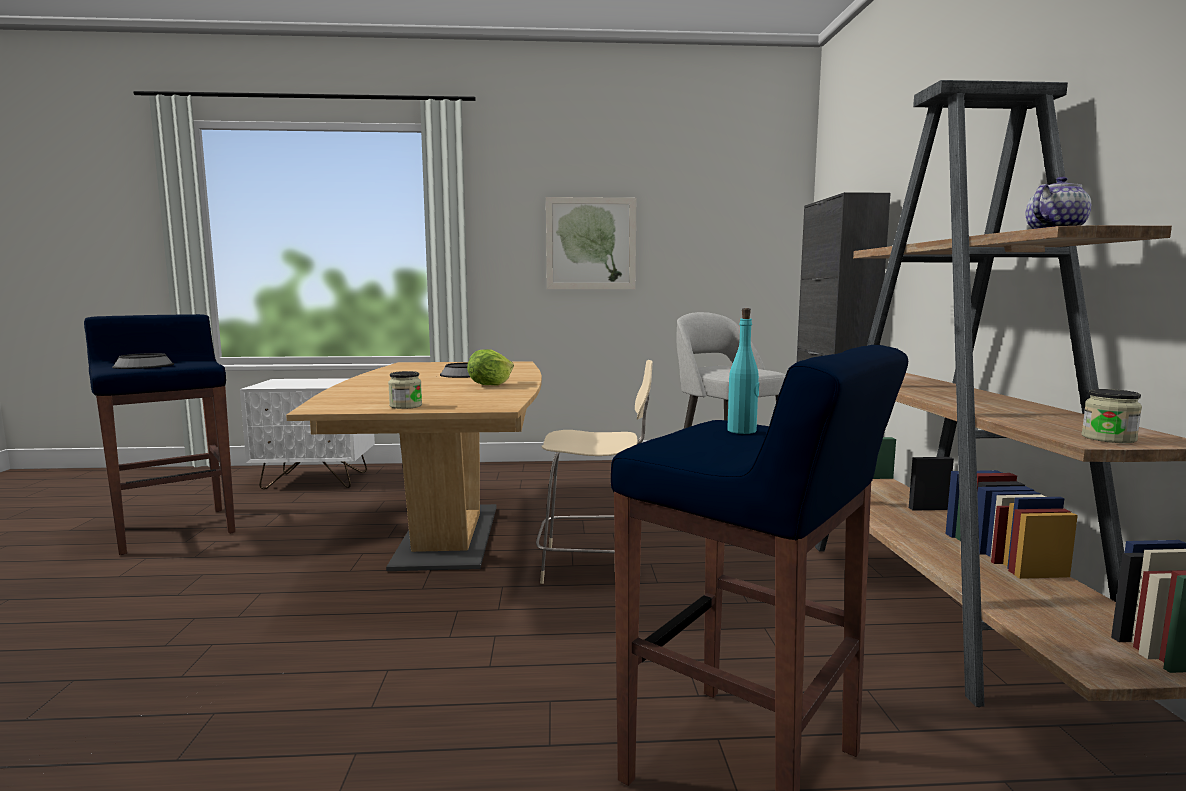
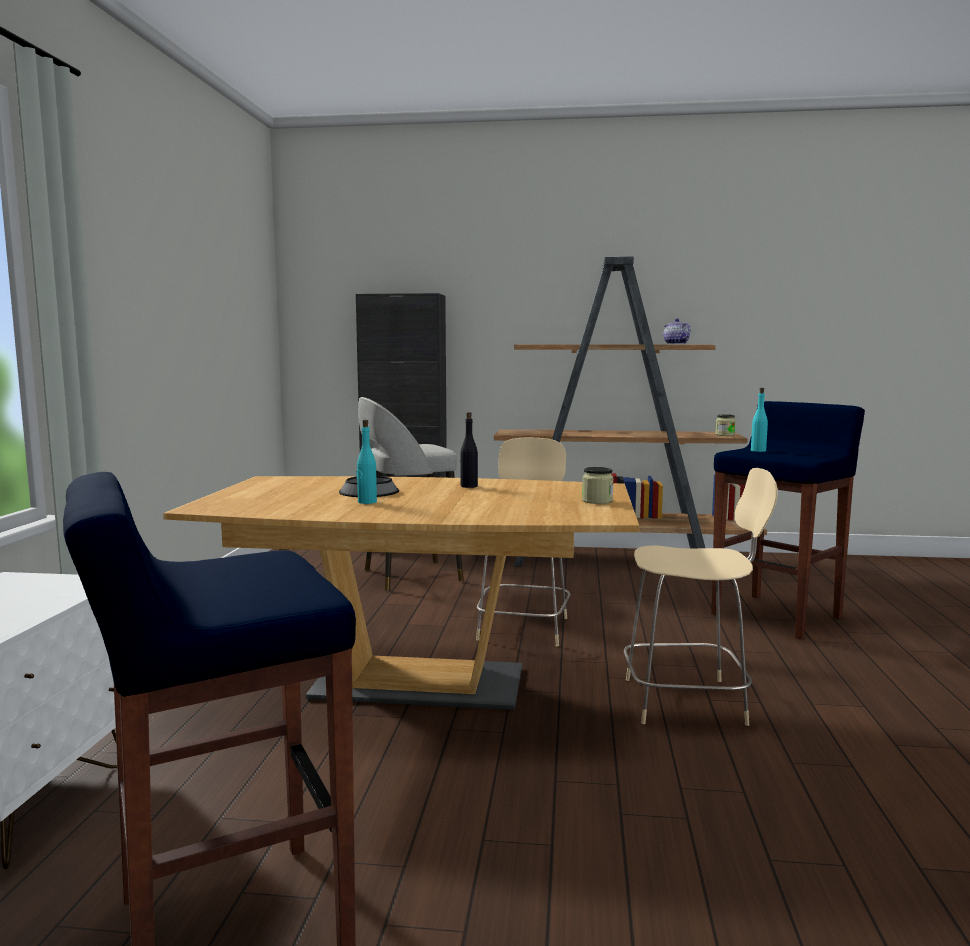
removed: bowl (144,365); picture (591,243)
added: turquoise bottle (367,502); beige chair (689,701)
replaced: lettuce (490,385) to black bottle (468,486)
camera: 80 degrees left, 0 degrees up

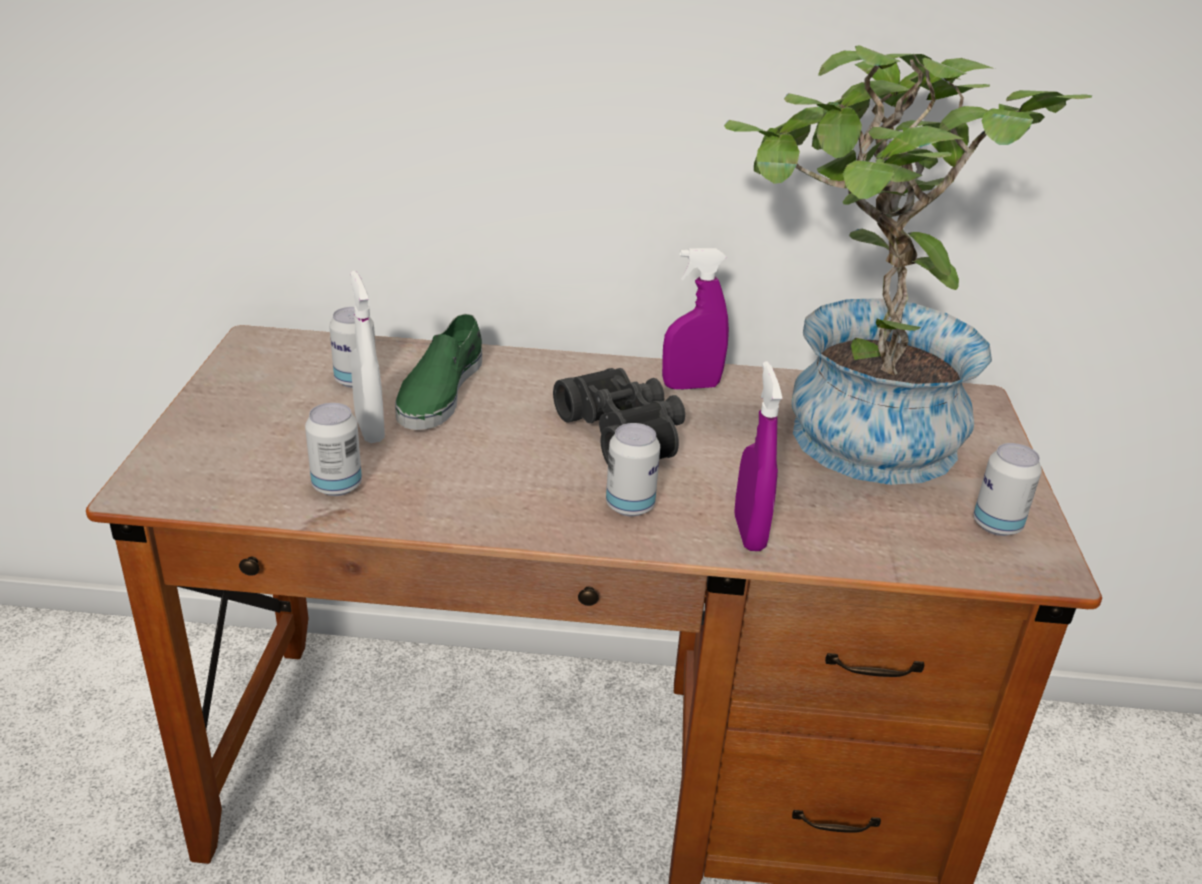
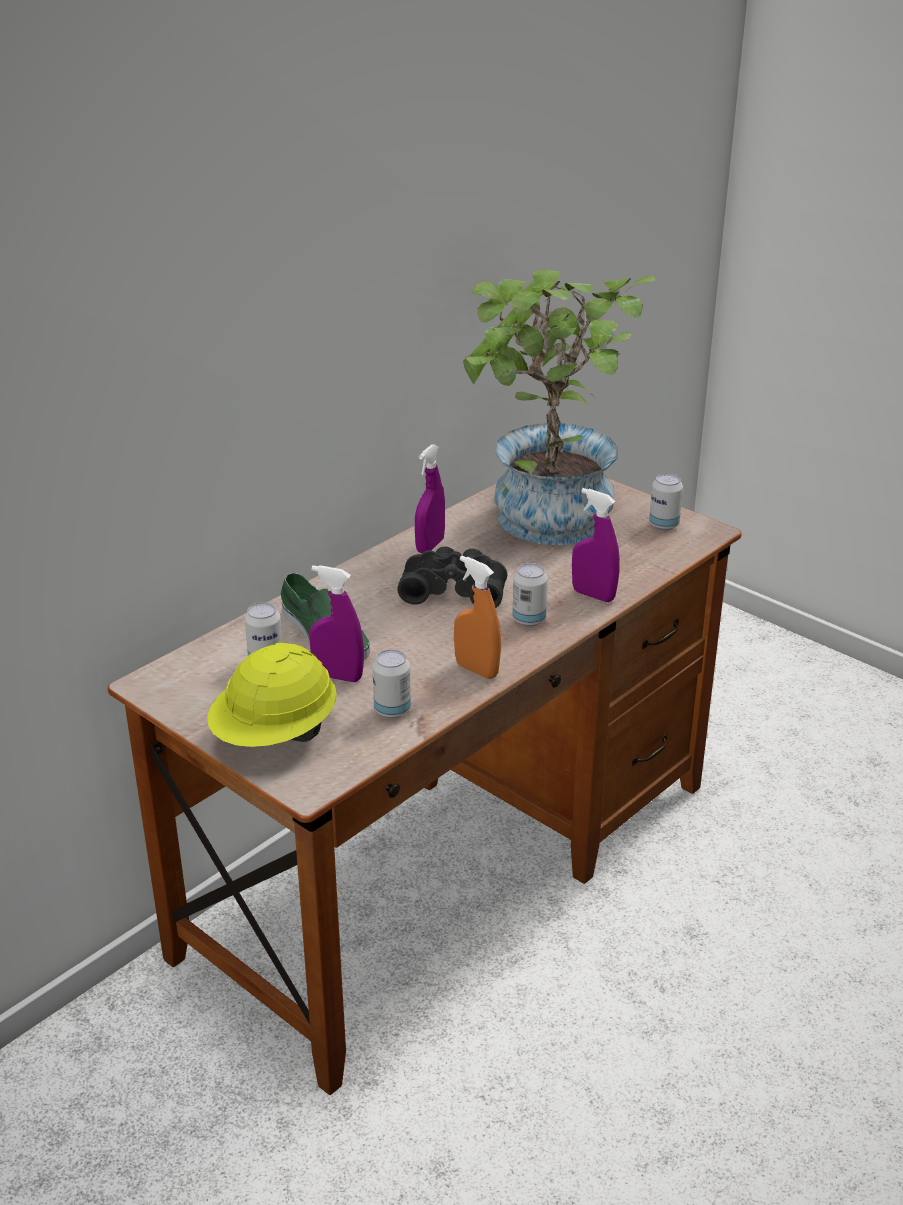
added: yellow hard hat (276,735); orange spray bottle (476,670)
recoloured: white spray bottle (369,429) to purple spray bottle (338,676)
camera: 50 degrees left, 0 degrees up

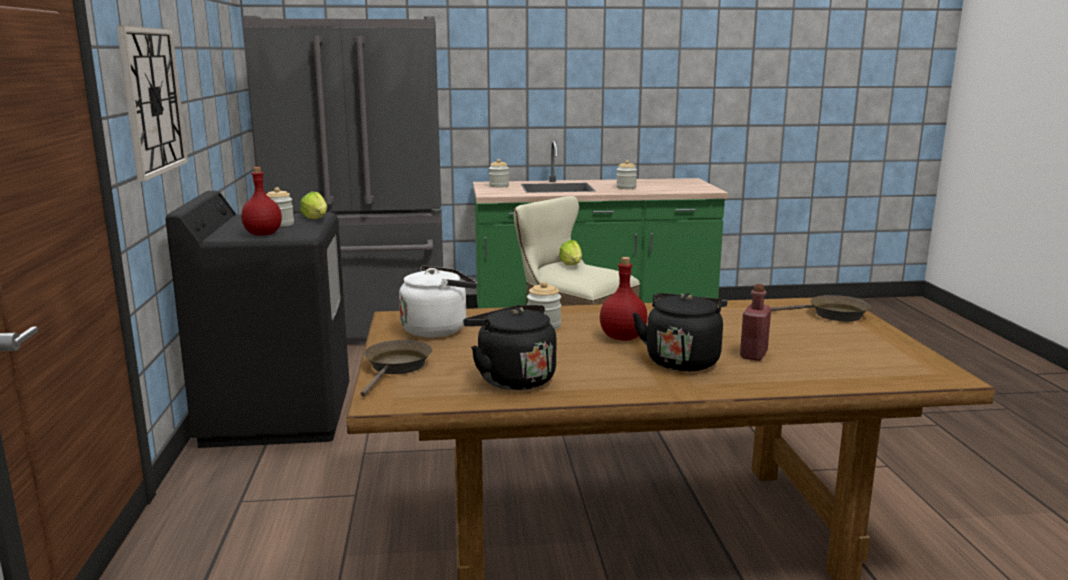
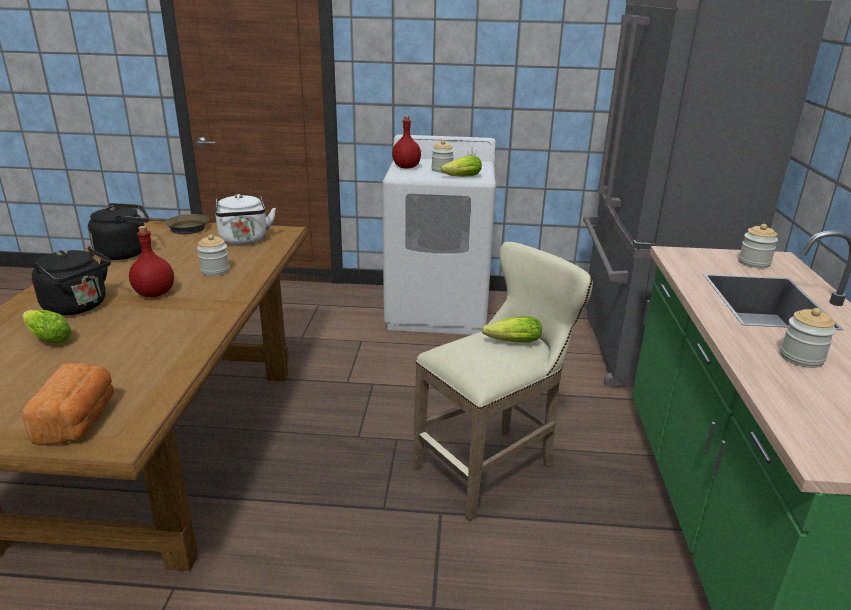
removed: wall clock (152,101)
replaced: red bottle (753,354) to lettuce (47,338); brown frying pan (832,315) to bread (79,421)
recoloured: black washing machine (277,416) to white washing machine (438,310)
camera: 100 degrees right, 10 degrees up

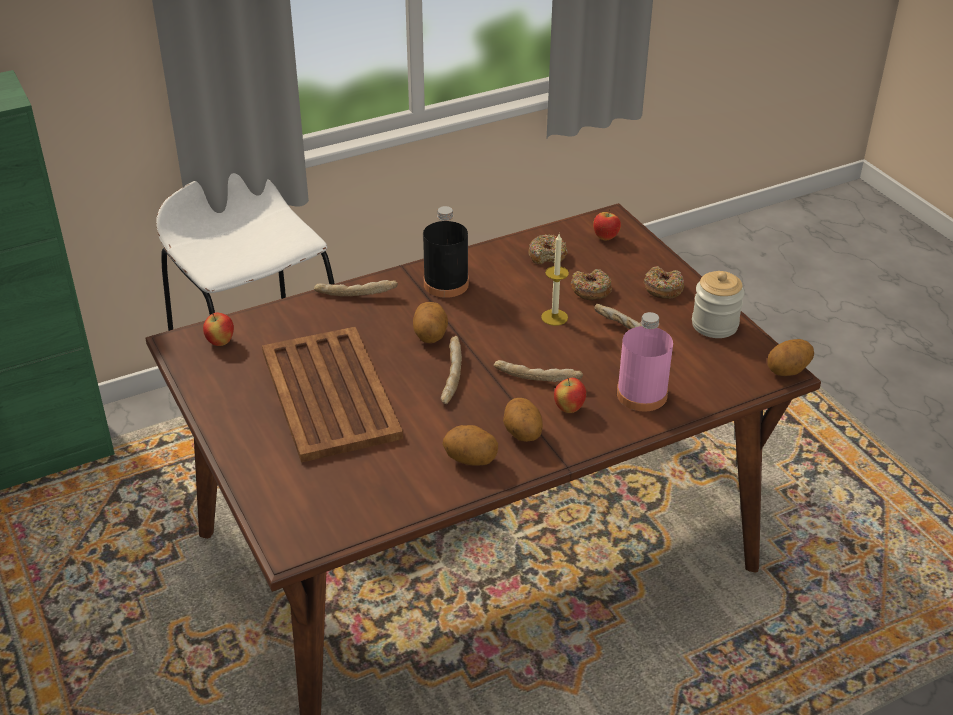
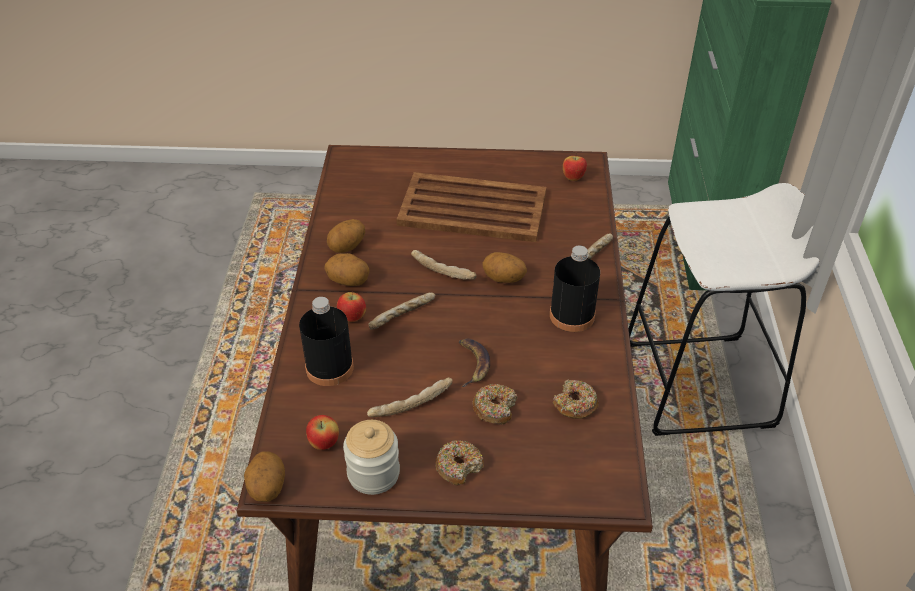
moved: apple (605,238) to (324,443)
replaced: candle (554,317) to banana (472,363)
recoloured: pink bottle (641,394) to black bottle (329,368)
camera: 120 degrees right, 5 degrees up

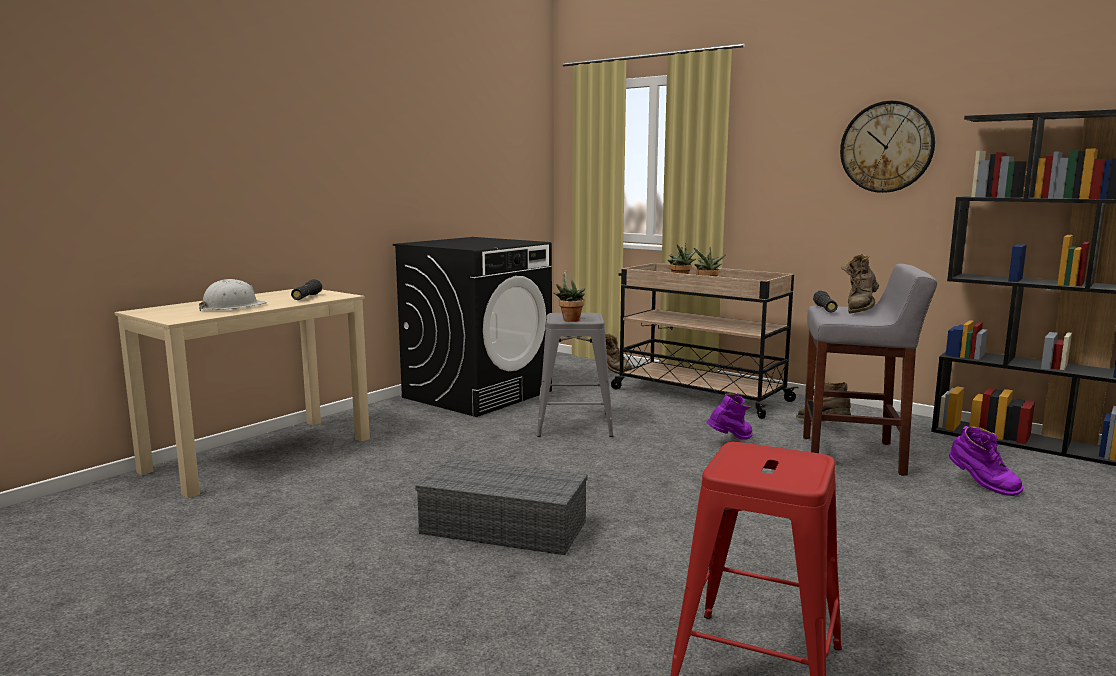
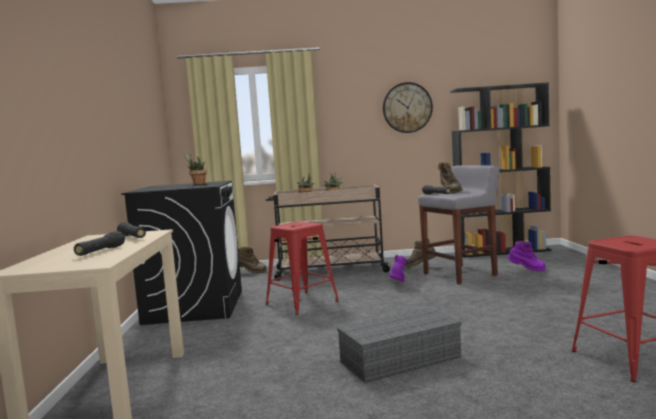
moved: potted plant (569,320) to (197,184)
replaced: white hard hat (232,307) to black flashlight (100,251)
recoloured: grey stool (573,425) to red stool (302,303)
camera: 40 degrees left, 5 degrees down

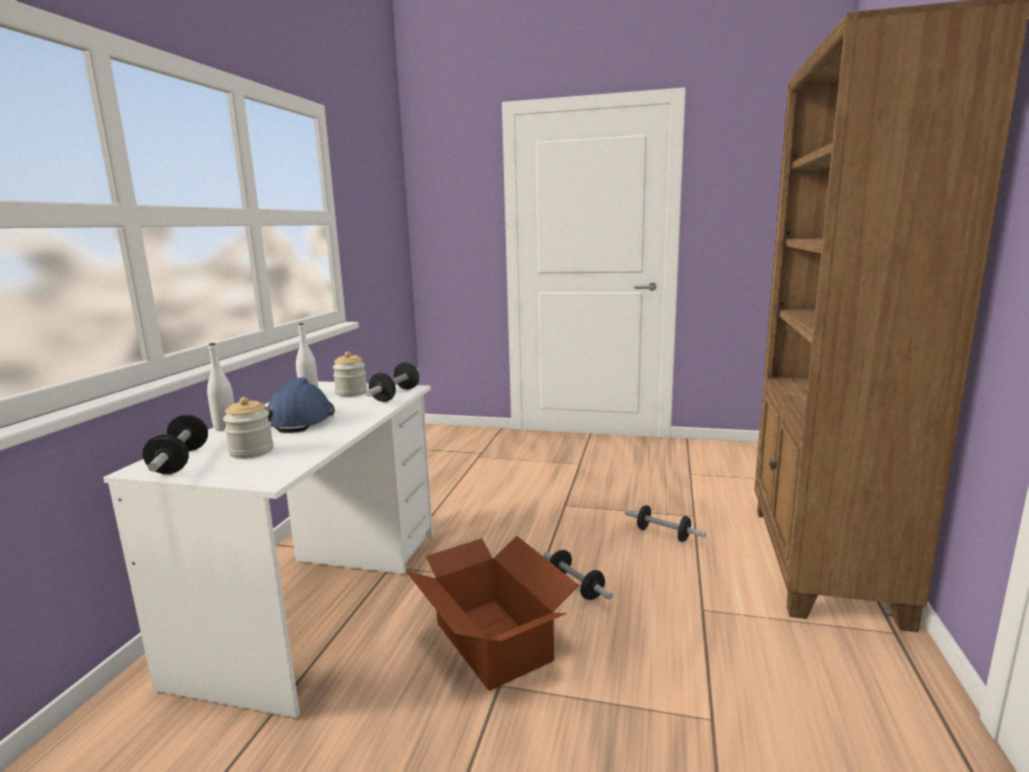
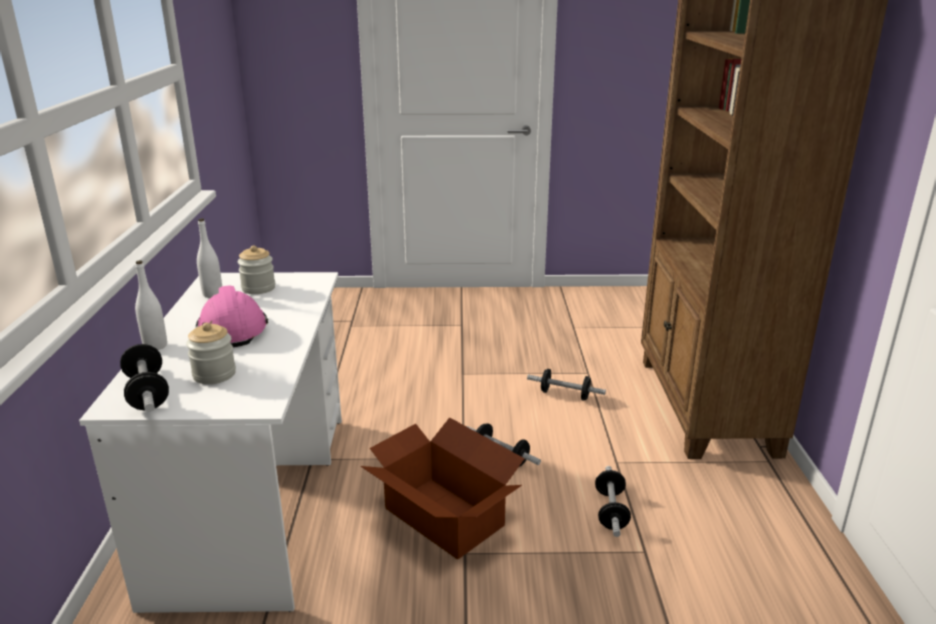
moved: dumbbell (395,395) to (611,511)
recoloured: blue hard hat (301,420) to pink hard hat (232,329)
camera: 15 degrees left, 10 degrees up

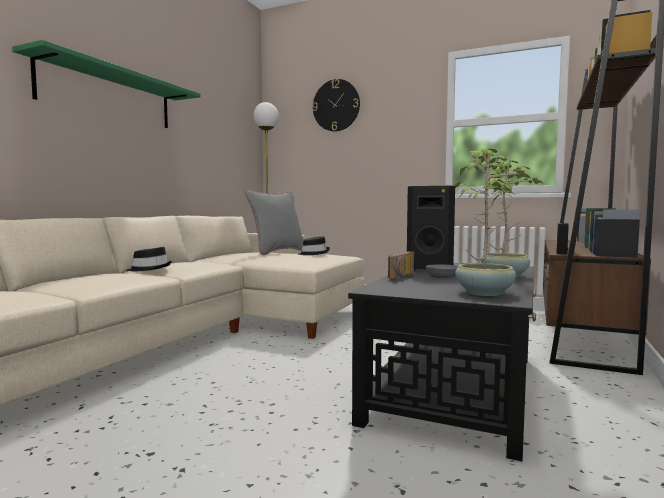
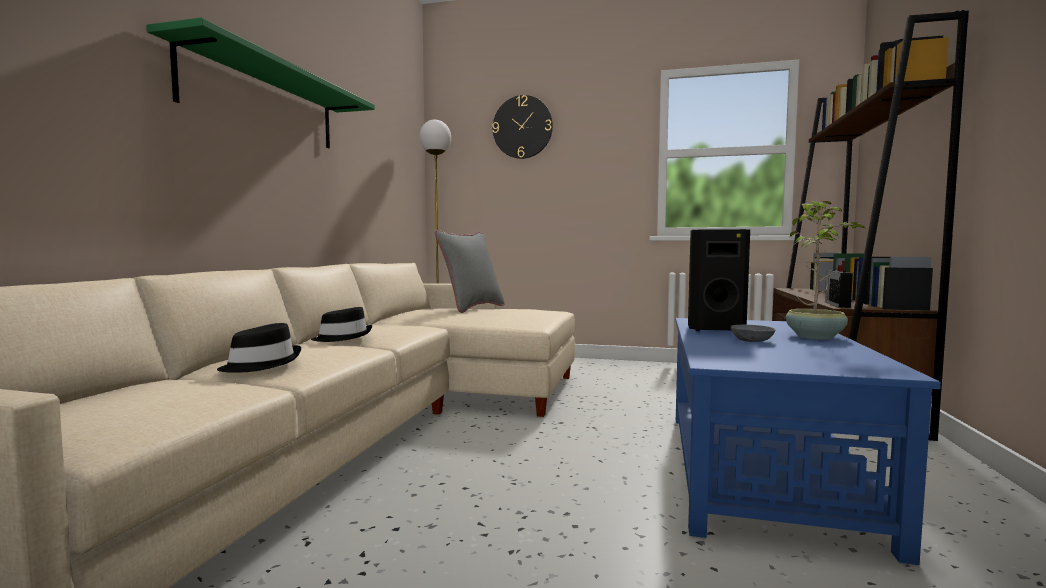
removed: radio (405,276); potted plant (485,292)
moved: black hat (313,253) to (261,364)
recoloured: black coffee table (456,386) to blue coffee table (762,470)
camera: 10 degrees left, 0 degrees up

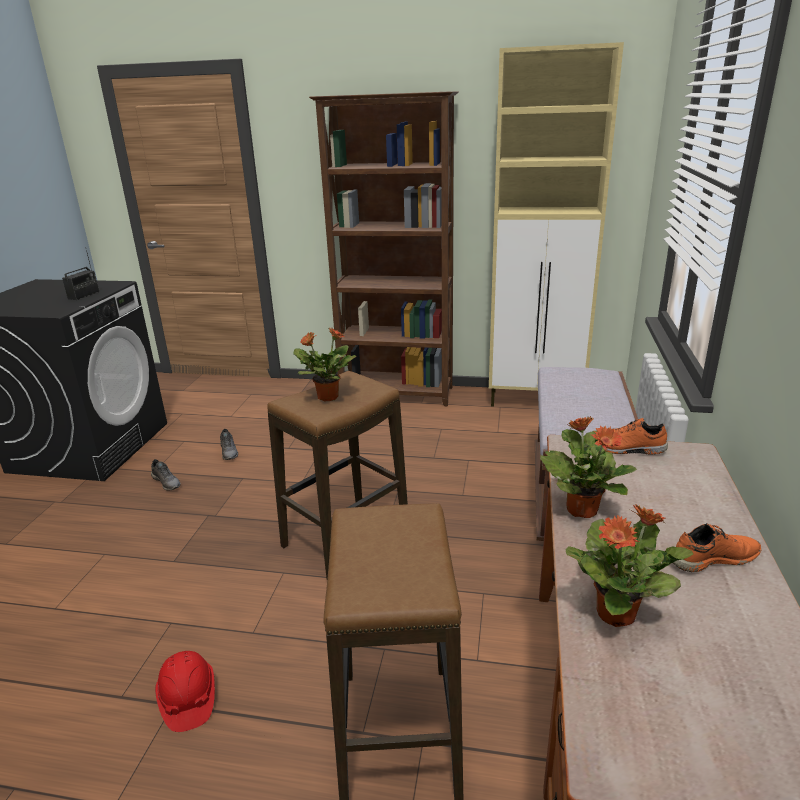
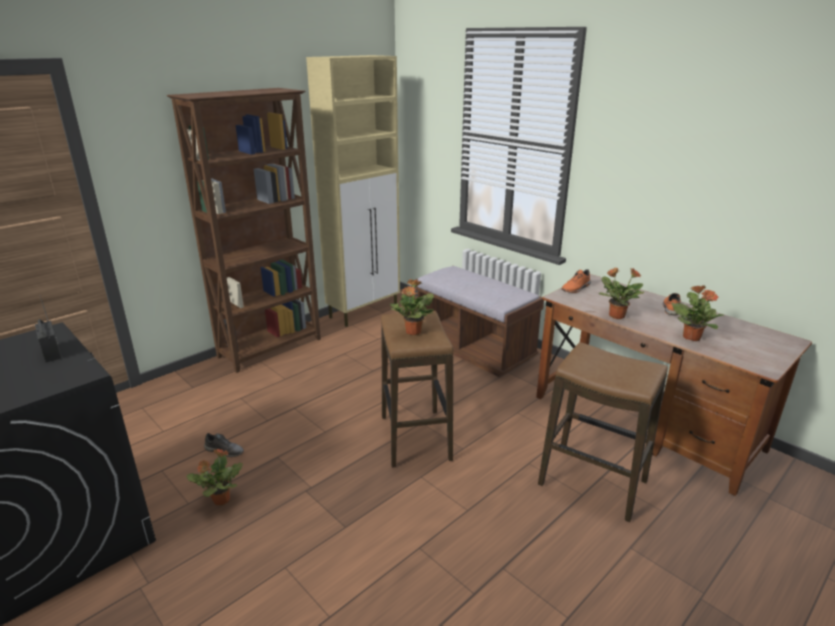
removed: red hard hat (188,699)
replaced: grey shoe (167,482) to potted plant (220,500)
camera: 55 degrees left, 0 degrees up

